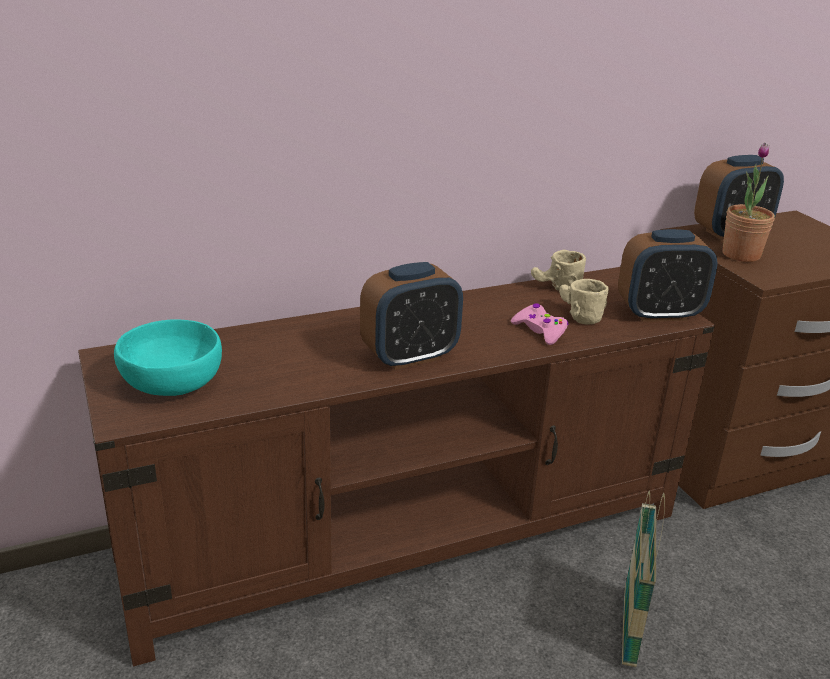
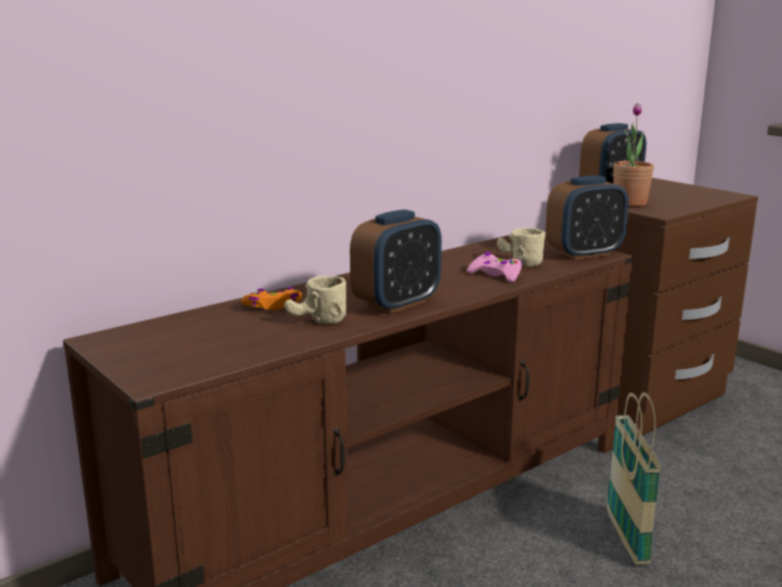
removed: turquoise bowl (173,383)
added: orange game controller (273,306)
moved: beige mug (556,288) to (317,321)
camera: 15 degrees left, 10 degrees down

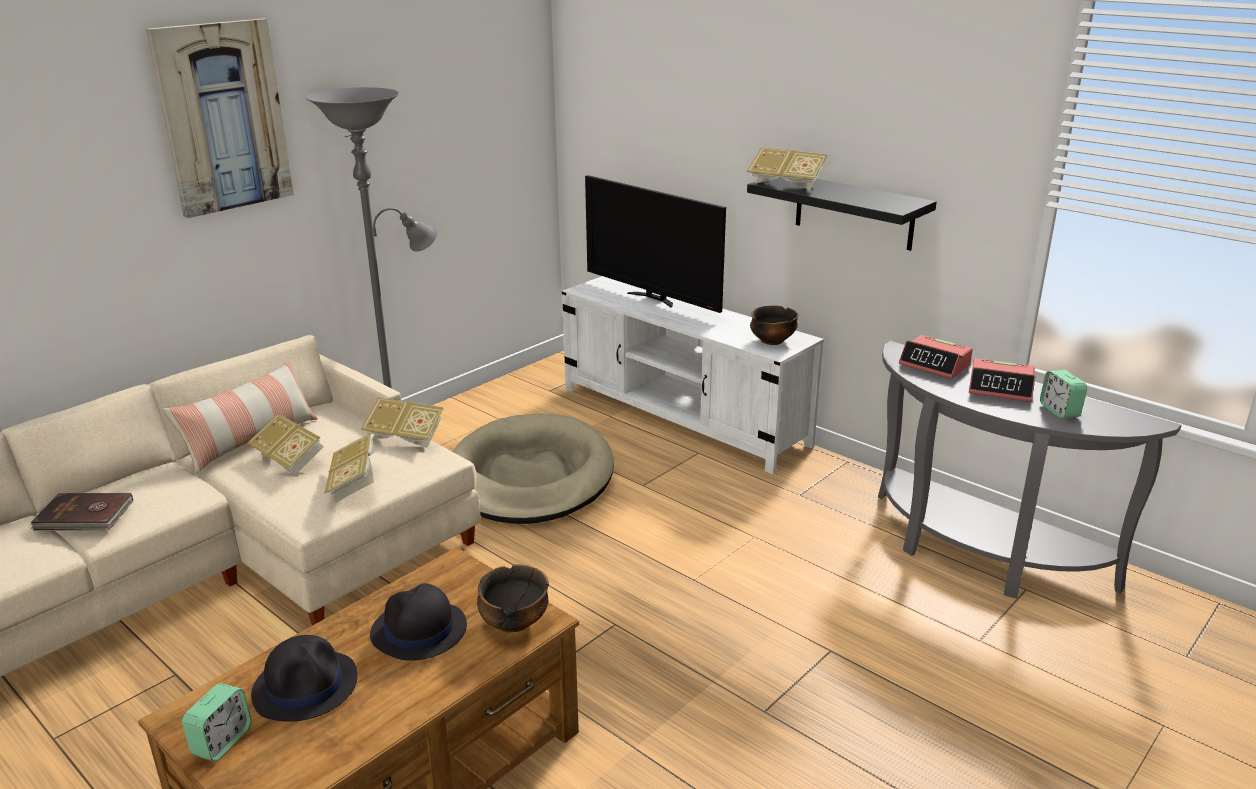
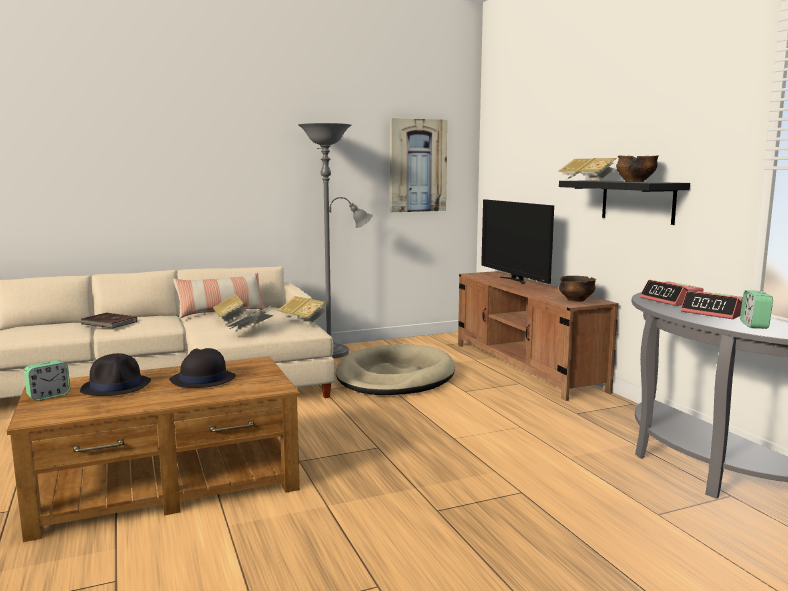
moved: picture (223,117) to (417,165); bowl (514,623) to (635,181)
recoloured: white tv stand (683,417) to brown tv stand (526,366)
camera: 25 degrees right, 15 degrees down

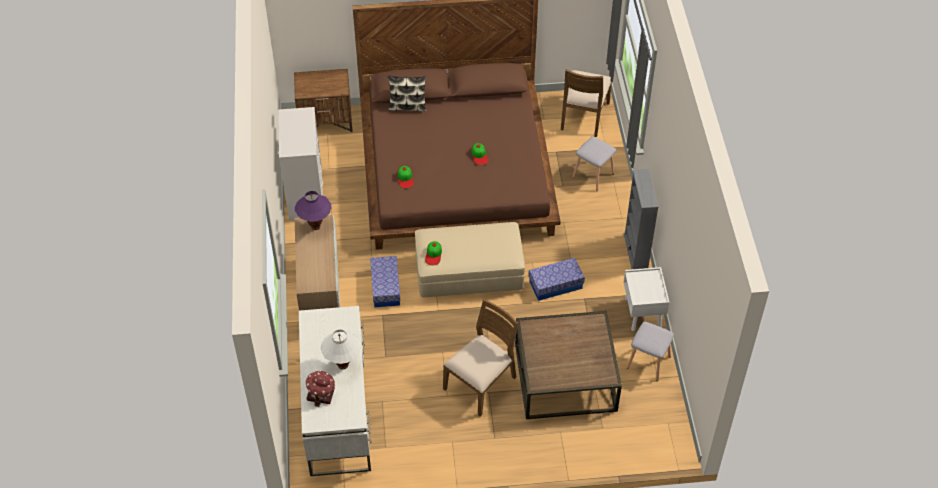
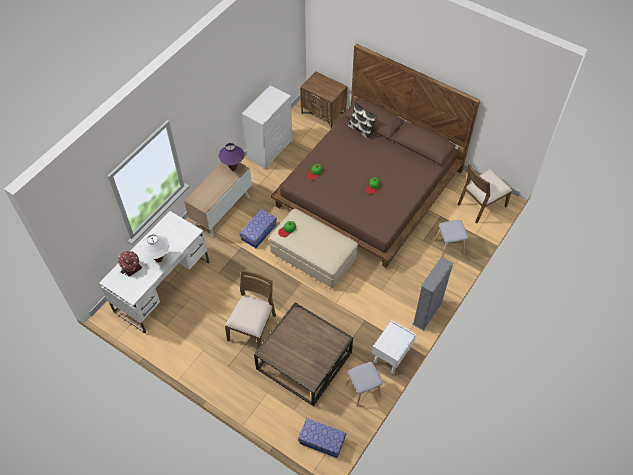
moved: storage box (555,285) to (322,441)
turned: brown chair (481,383) = (253,328) 60 degrees counterclockwise
camera: 40 degrees right, 5 degrees up

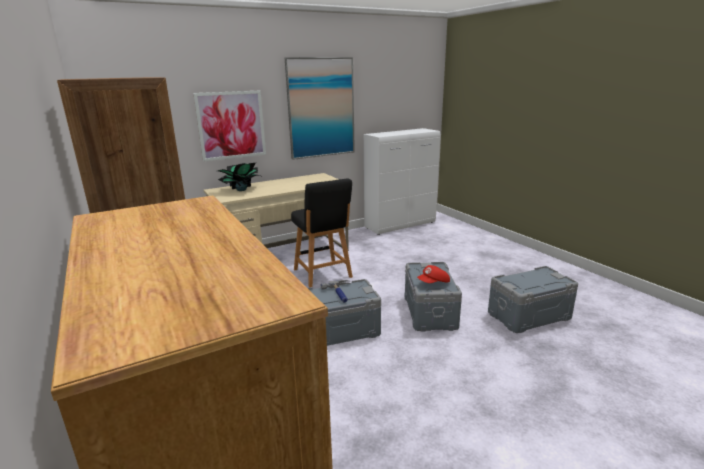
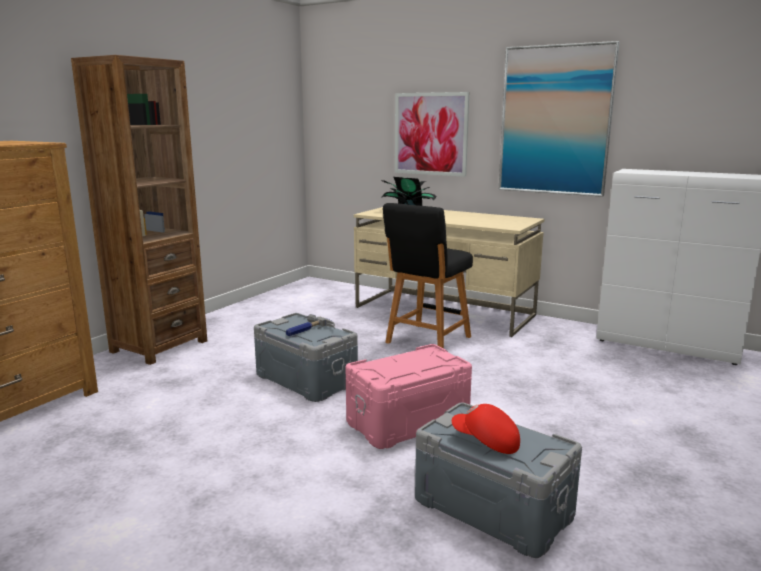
moved: red cap (434,283) to (486,442)
recoloured: grey storage box (429,312) to pink storage box (407,421)
camera: 60 degrees right, 5 degrees down

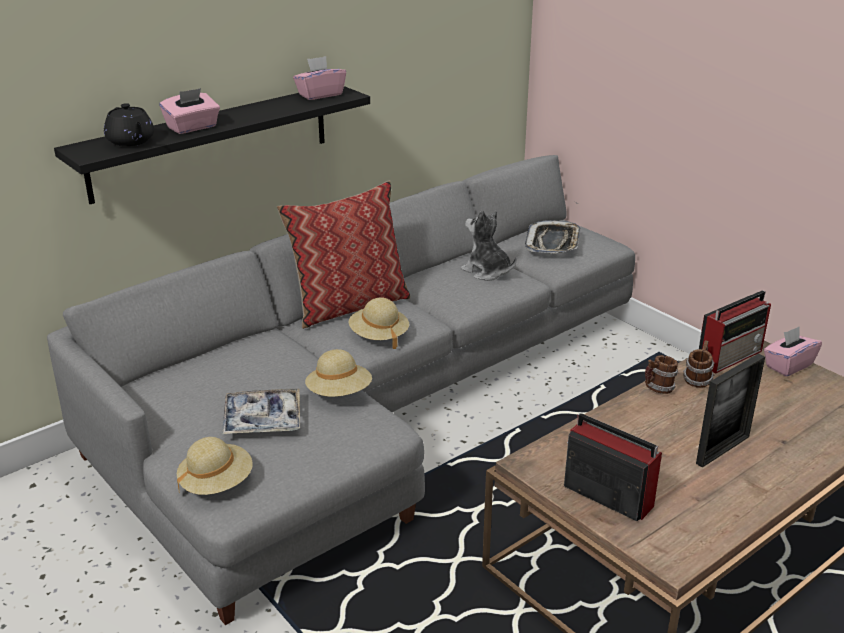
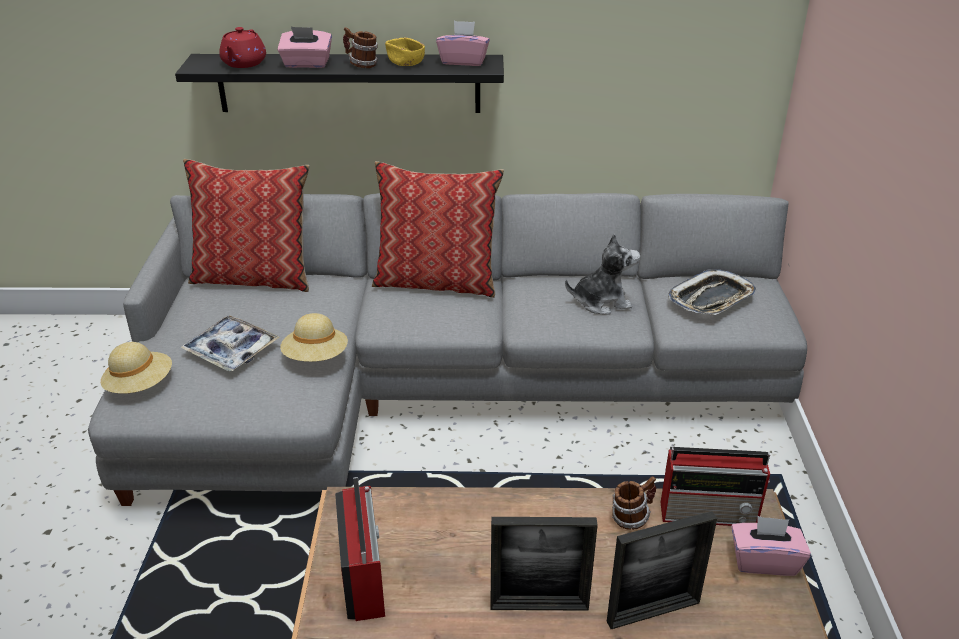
removed: beige hat (379,336)
added: pillow (255,277); yellow bowl (405,63); picture frame (653,612)
moved: mug (658,389) to (361,65)
recoloured: black teapot (131,141) to red teapot (243,63)
turned: plush toy (487,271) = (601,301) 90 degrees clockwise
camera: 40 degrees right, 5 degrees up

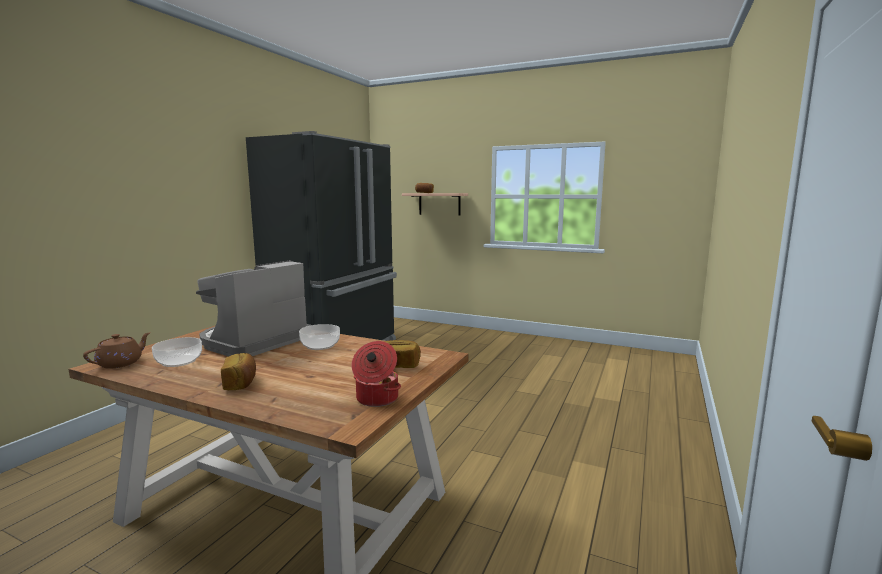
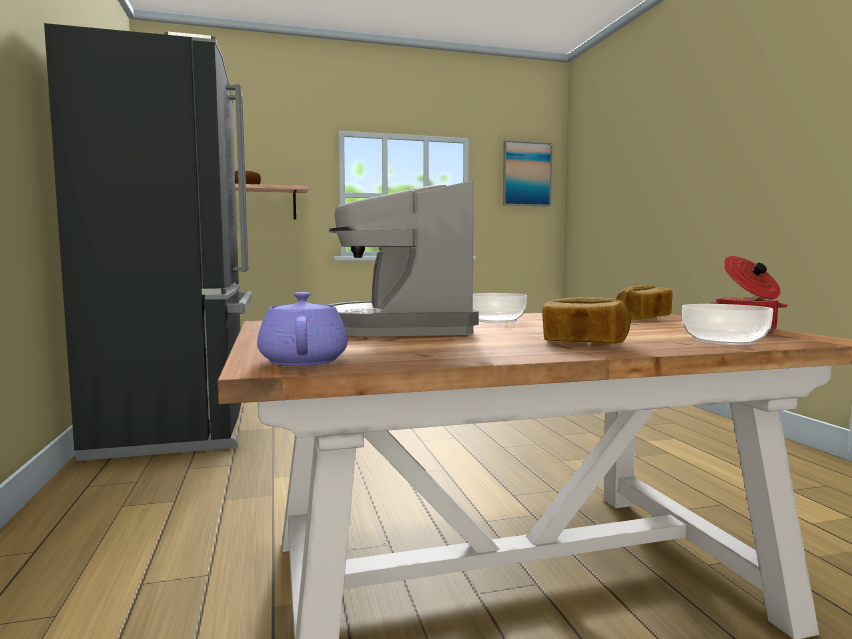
added: picture (526,174)
moved: bowl (178,361) to (724,341)
recoloured: brown teapot (121,363) to purple teapot (303,360)
camera: 40 degrees left, 5 degrees down

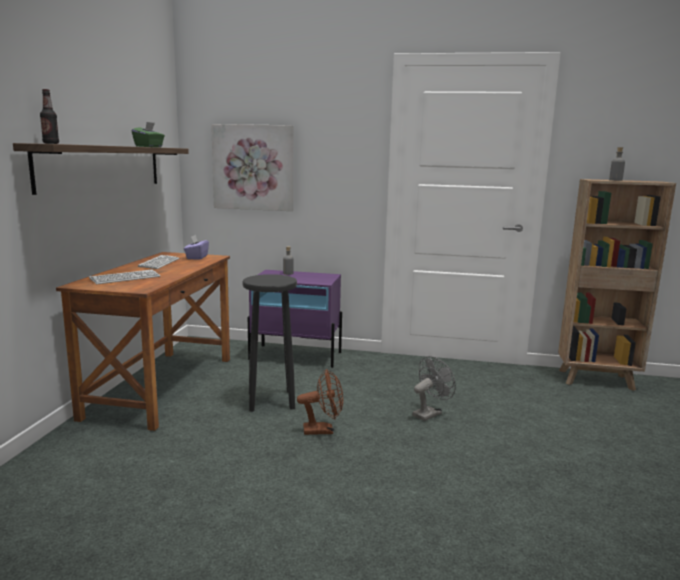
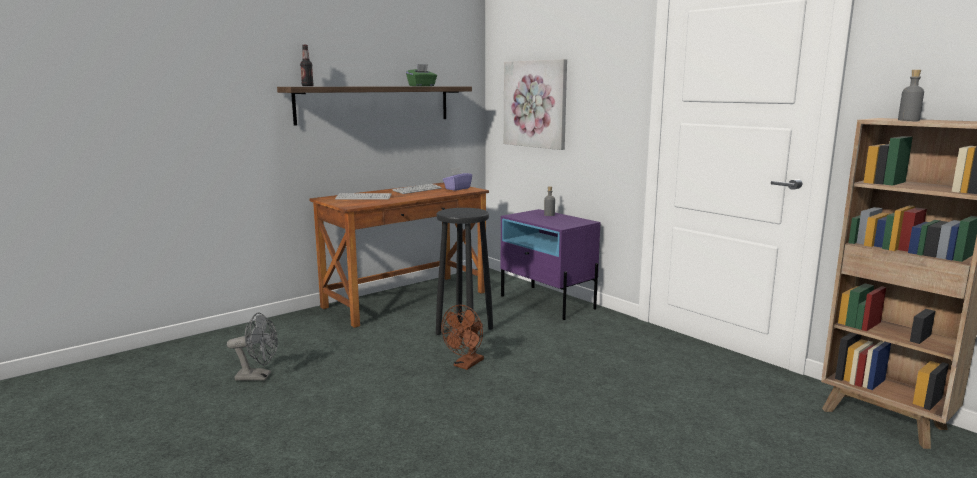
moved: grey fan (430,413) to (259,377)
turned: brown fan (323,430) = (466,365) 90 degrees clockwise
camera: 40 degrees right, 0 degrees up

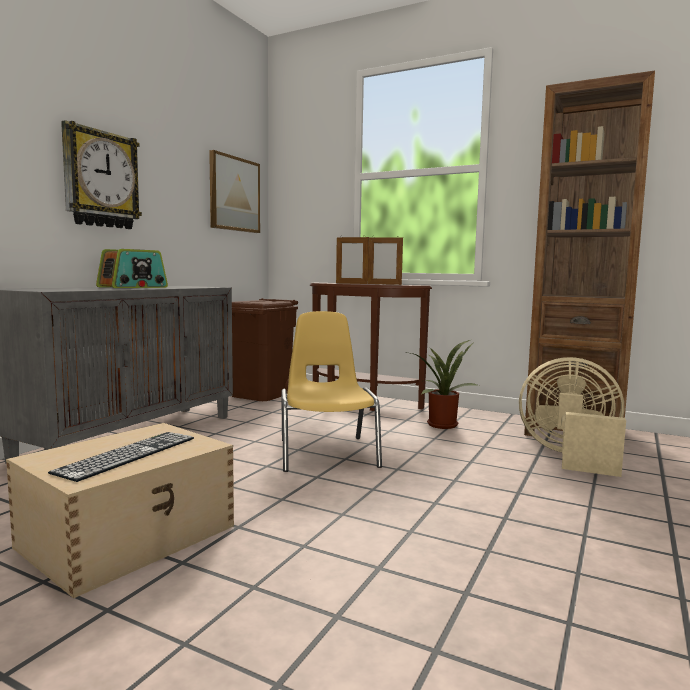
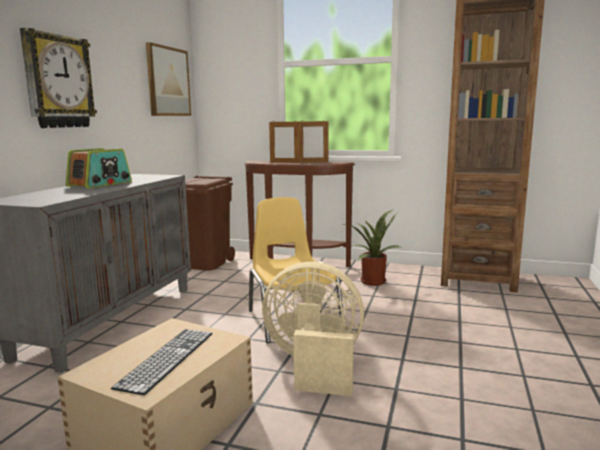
moved: beige fan (570,457) to (314,365)
camera: 10 degrees left, 5 degrees up

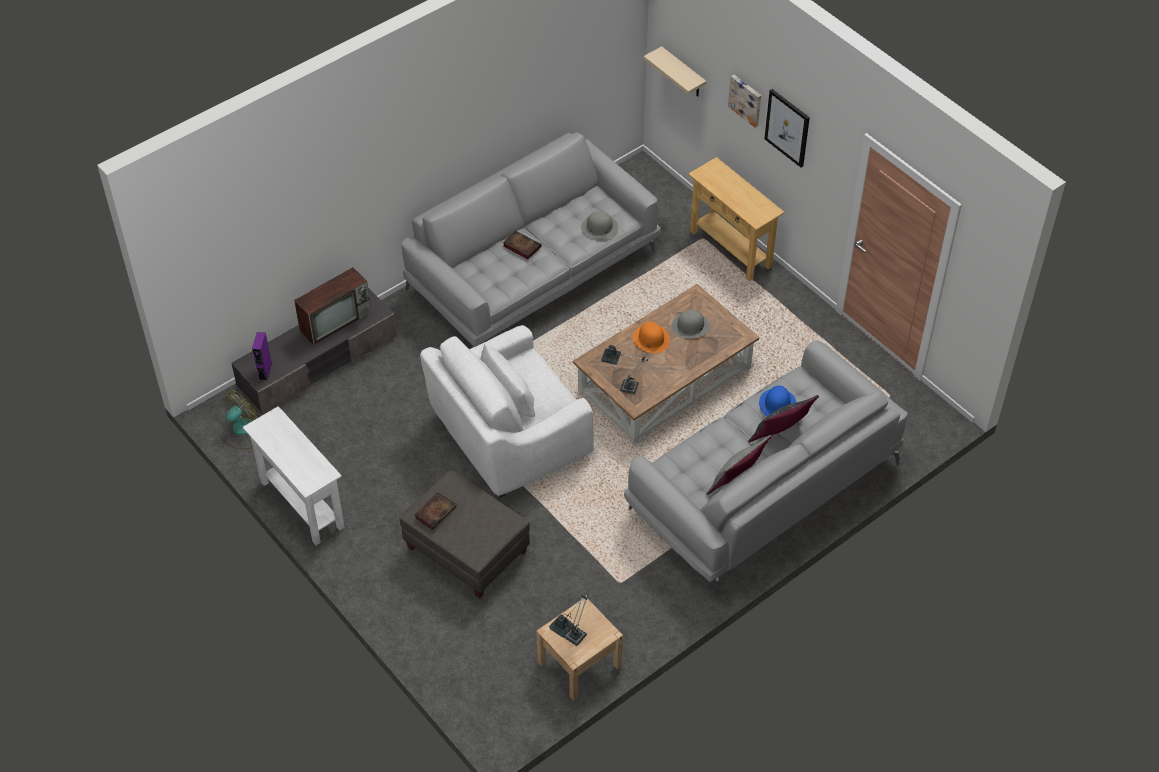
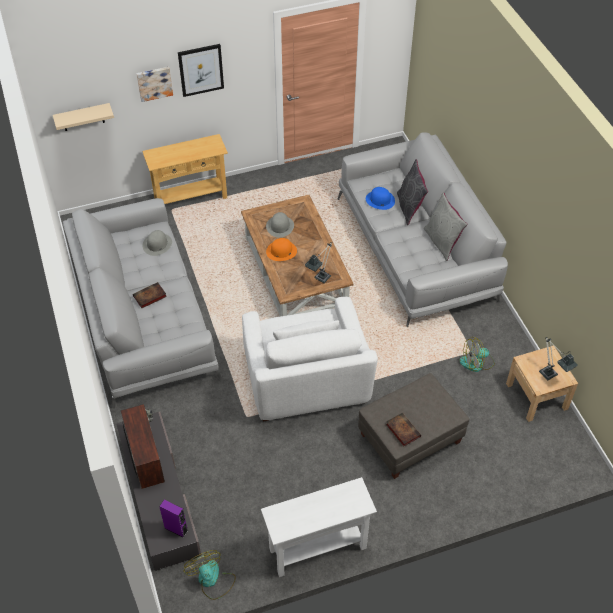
added: fan (477,362)
camera: 70 degrees left, 0 degrees up

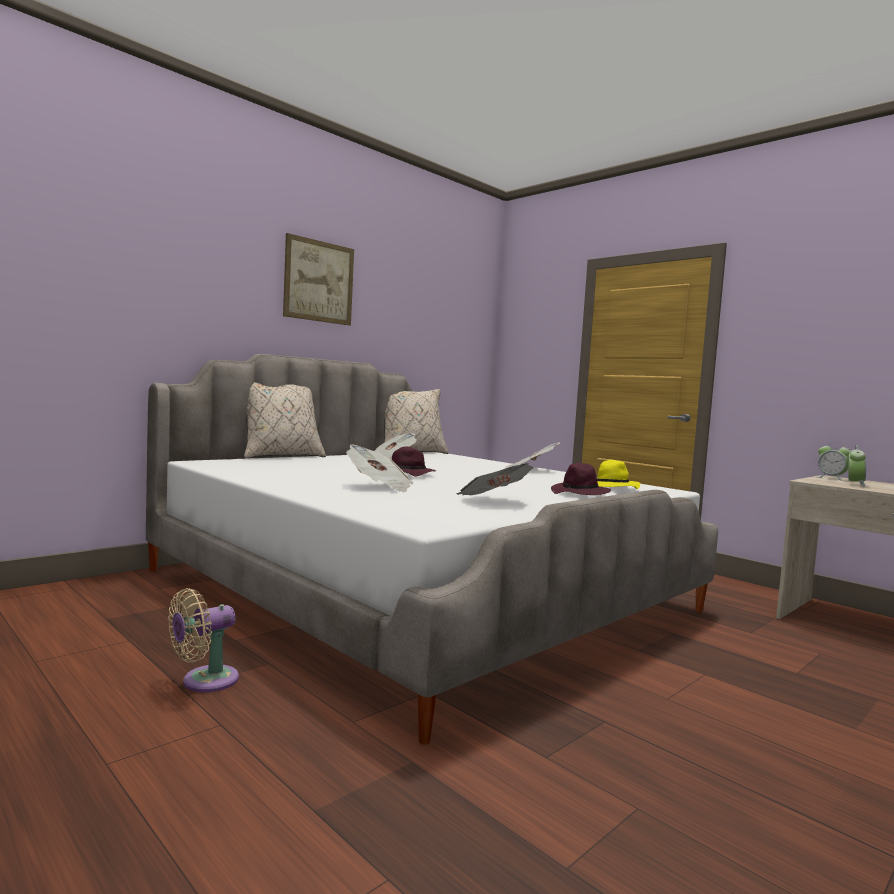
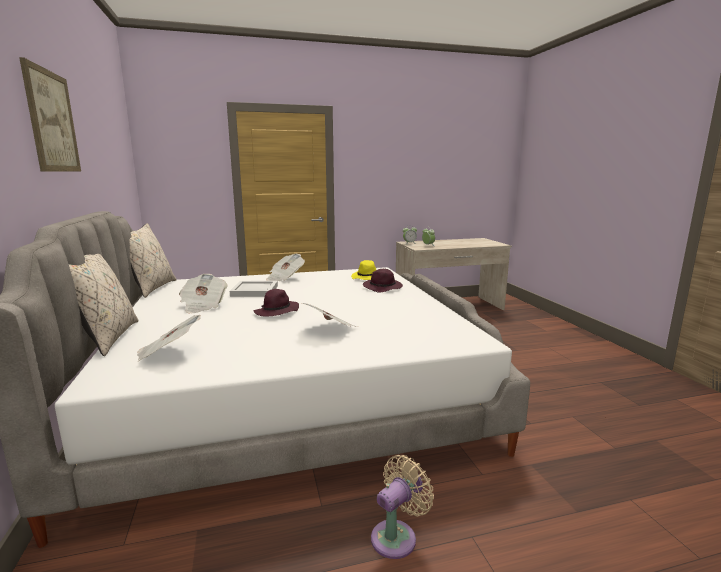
added: white tray (254,290)
moved: newspaper (493,501) to (168,353)
turned: beige fan (204,681) = (397,536) 120 degrees counterclockwise
camera: 60 degrees left, 10 degrees up

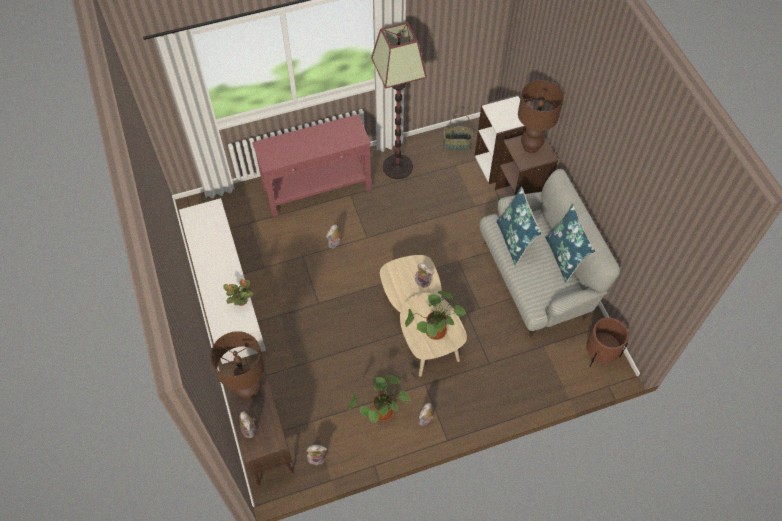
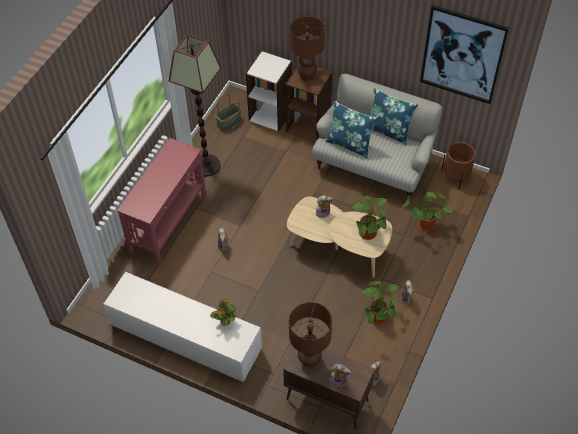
added: potted plant (425,227); picture (462,55)
camera: 45 degrees left, 5 degrees down

